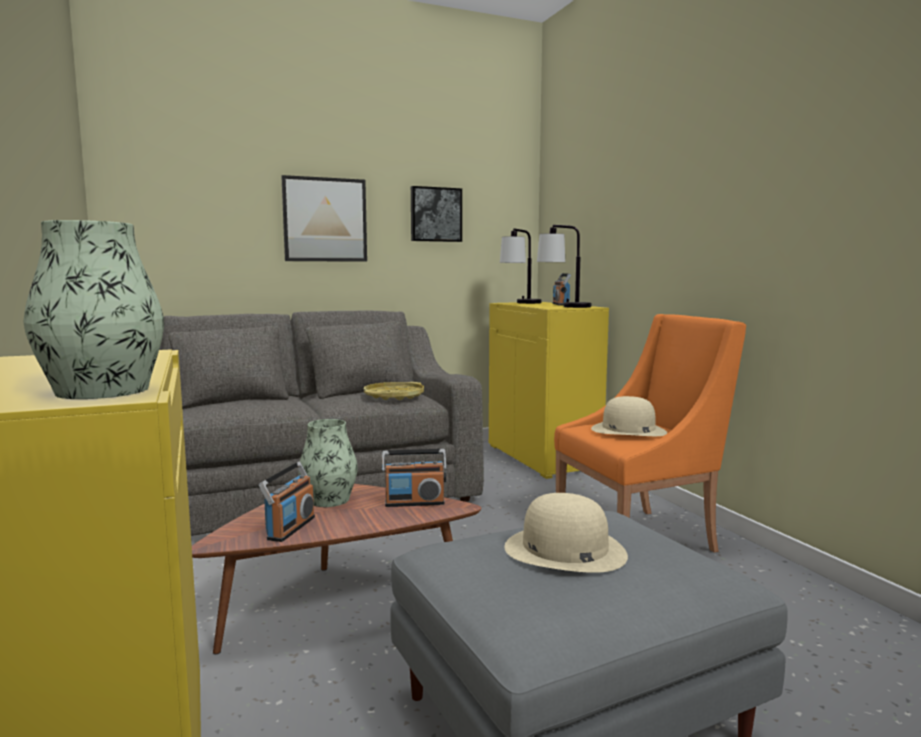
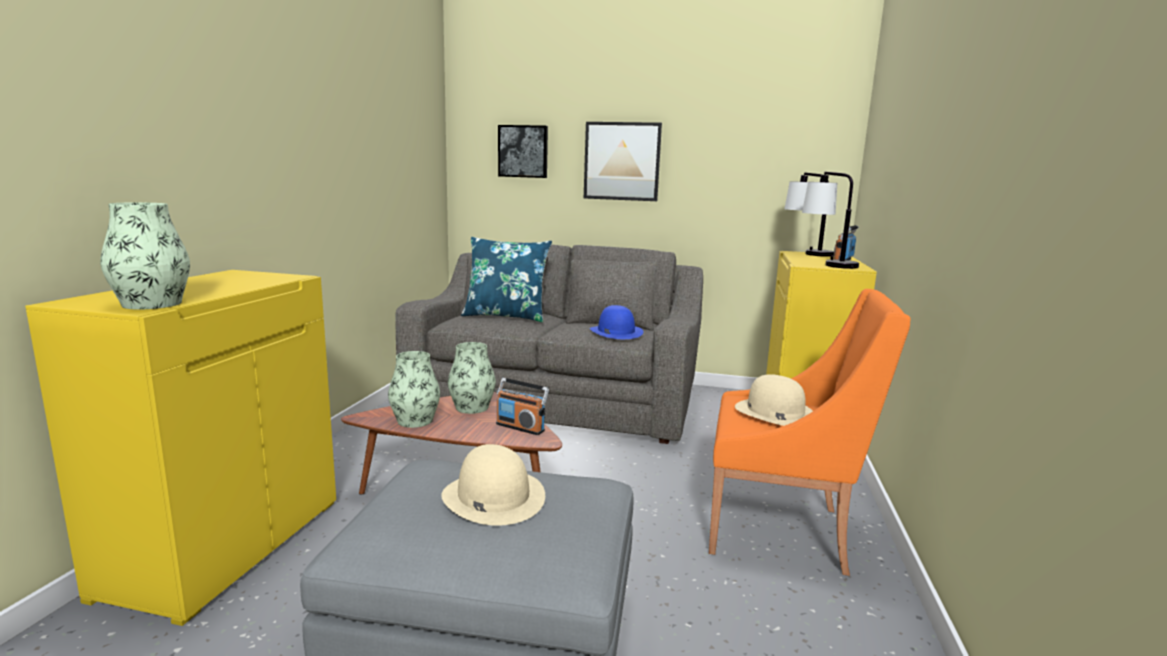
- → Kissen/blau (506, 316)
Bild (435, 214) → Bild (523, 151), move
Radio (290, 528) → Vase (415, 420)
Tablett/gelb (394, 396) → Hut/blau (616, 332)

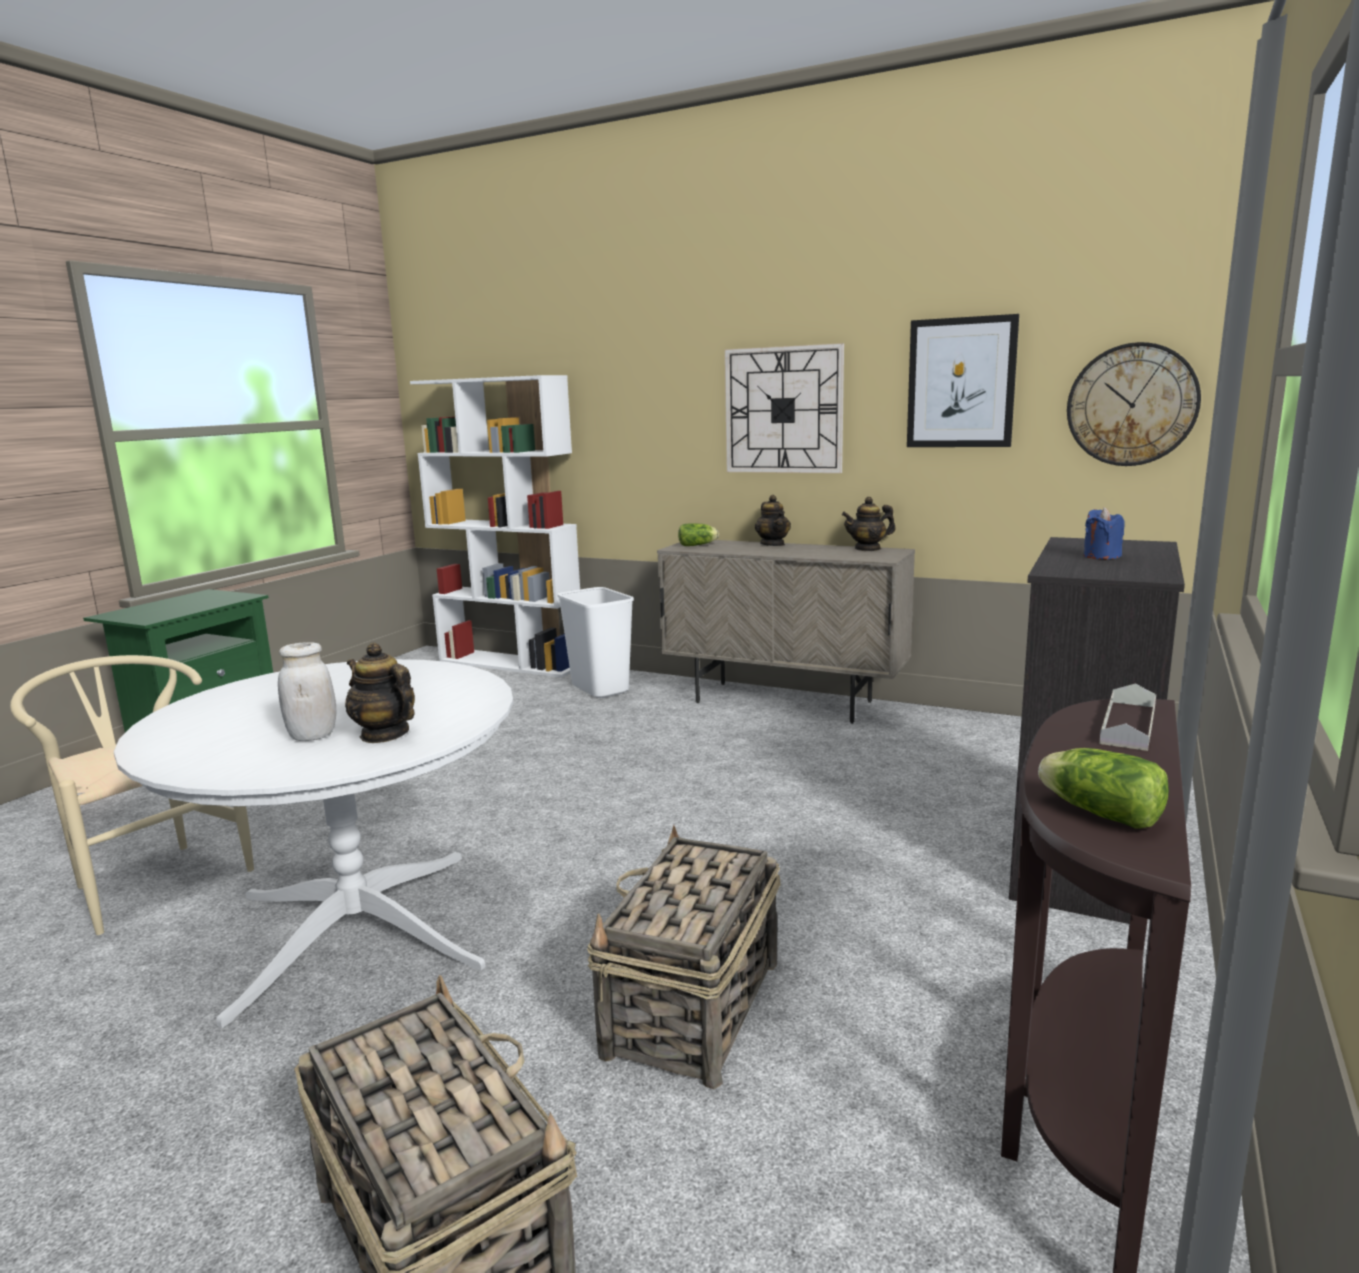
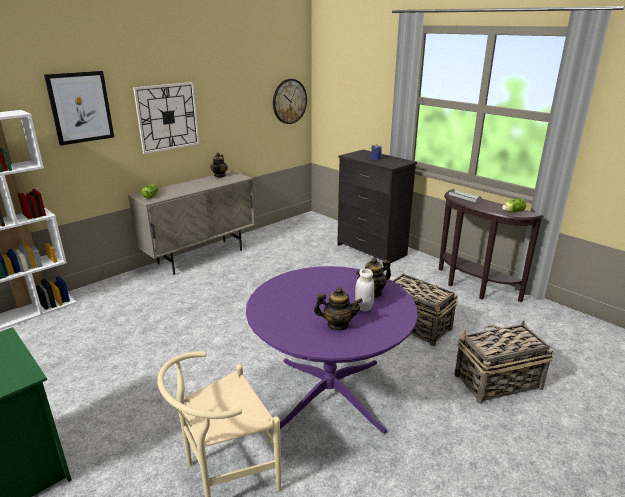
Mülleimer/weiß (601, 689) → -
Teekanne (773, 544) → Teekanne (337, 325), move
Bild (961, 383) → Bild (80, 107), move
Esstisch/weiß (357, 929) → Esstisch/lila (329, 393)

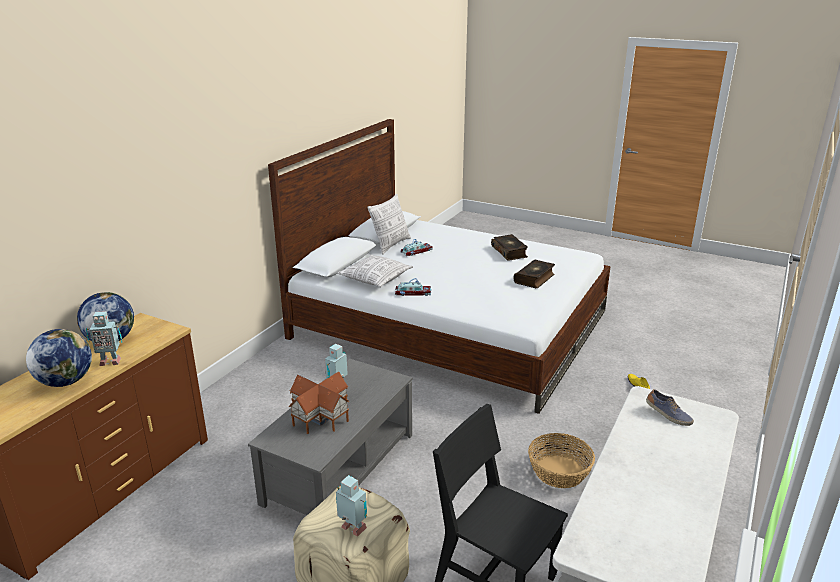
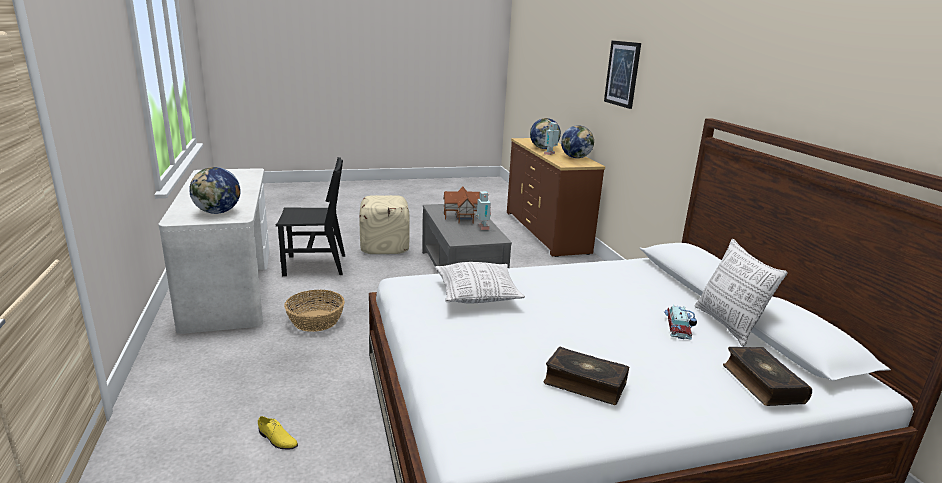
Spielzeugroboter (353, 530) → -
Spielzeugauto (412, 292) → -
- → Bild (622, 73)
Kissen (376, 279) → Kissen (477, 294), move
Buch (534, 279) → Buch (761, 384), move
Schuh (668, 415) → Globus (218, 212)

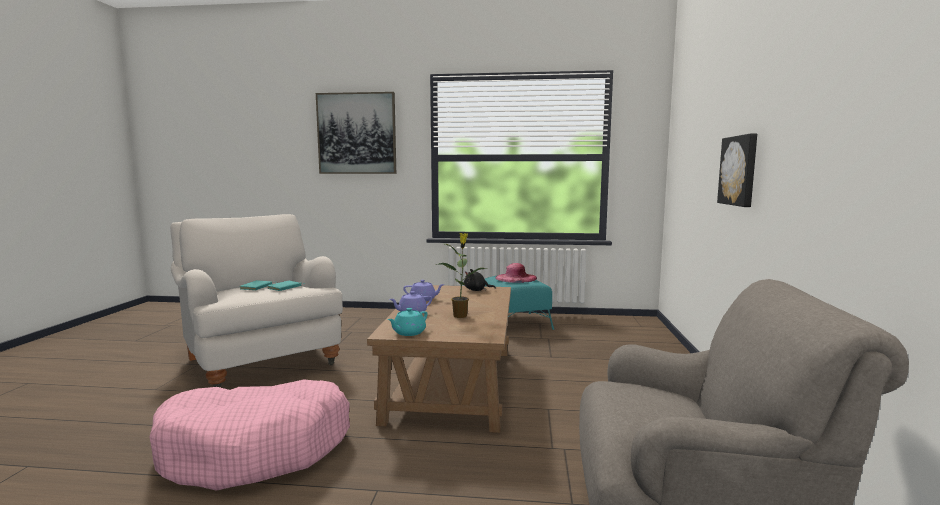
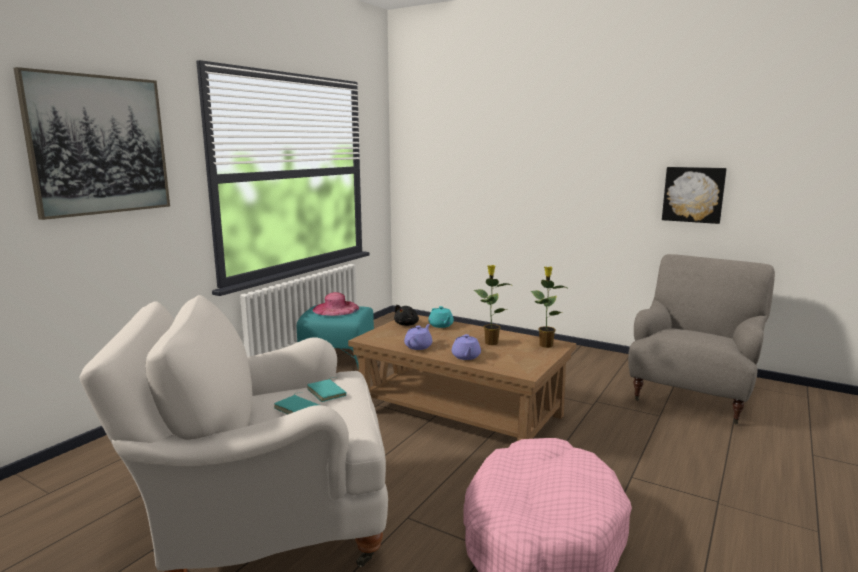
- → Topfpflanze (545, 345)
Teekanne/türkis (408, 333) → Teekanne/türkis (441, 325), move
Bild (739, 170) → Bild (693, 194), move

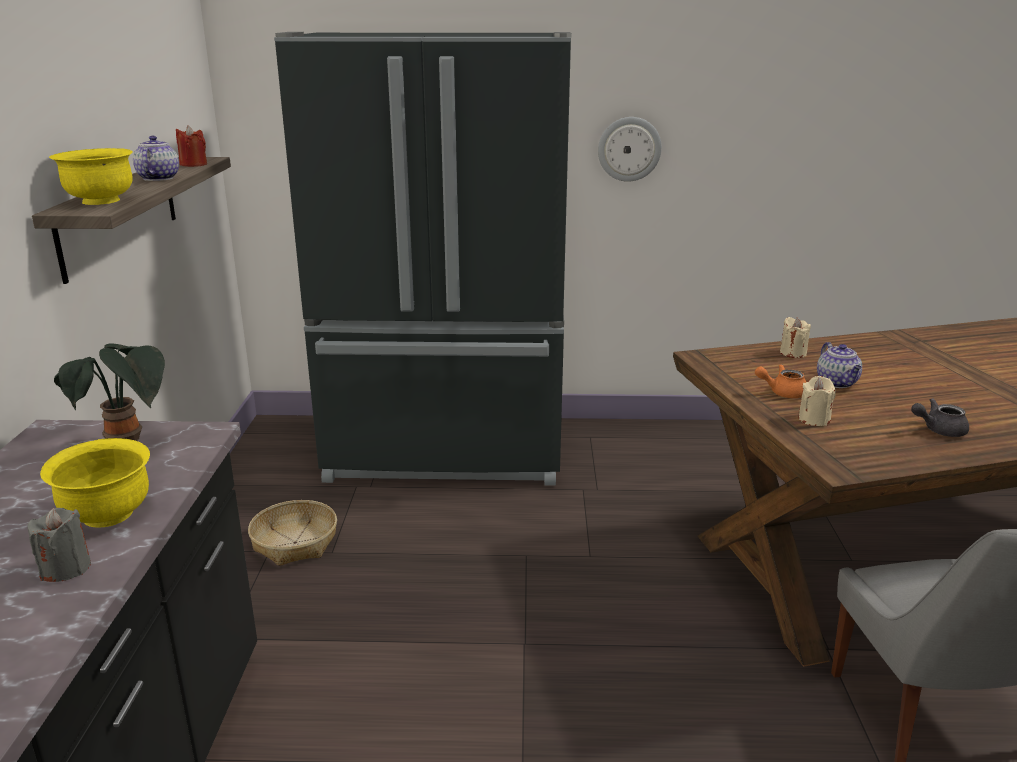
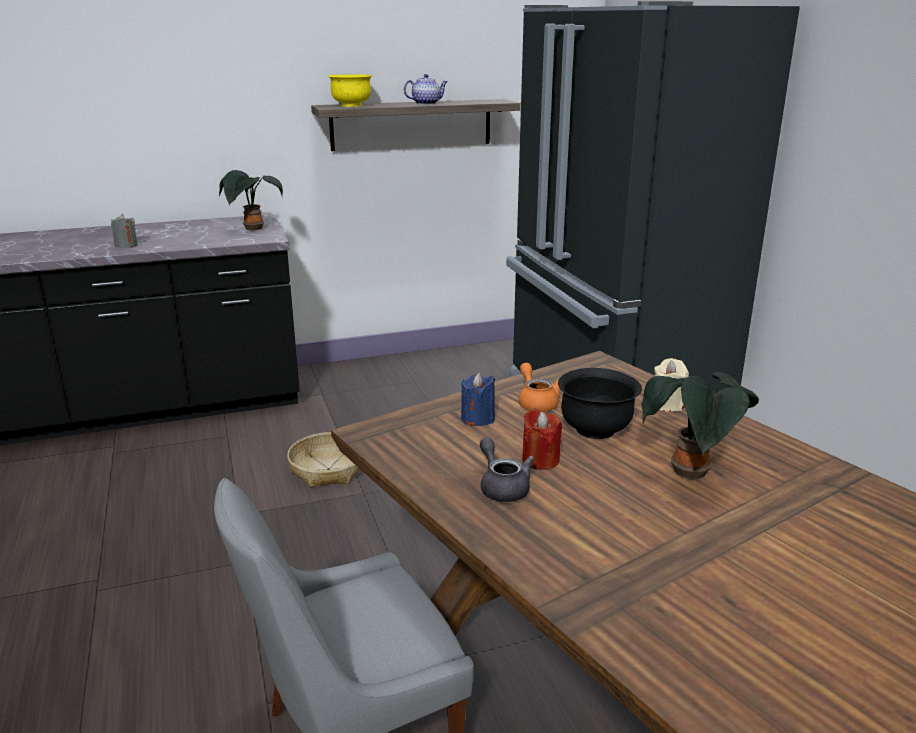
Schüssel/gelb (107, 515) → -
Wanduhr (629, 149) → -
- → Topfpflanze (690, 475)
Kerze/rot (193, 164) → Kerze/rot (540, 460), move
Korb (295, 542) → Korb (329, 469), move
Teekanne (837, 383) → Schüssel/schwarz (596, 430)
Kerze/beige (814, 419) → Kerze/blau (477, 419)

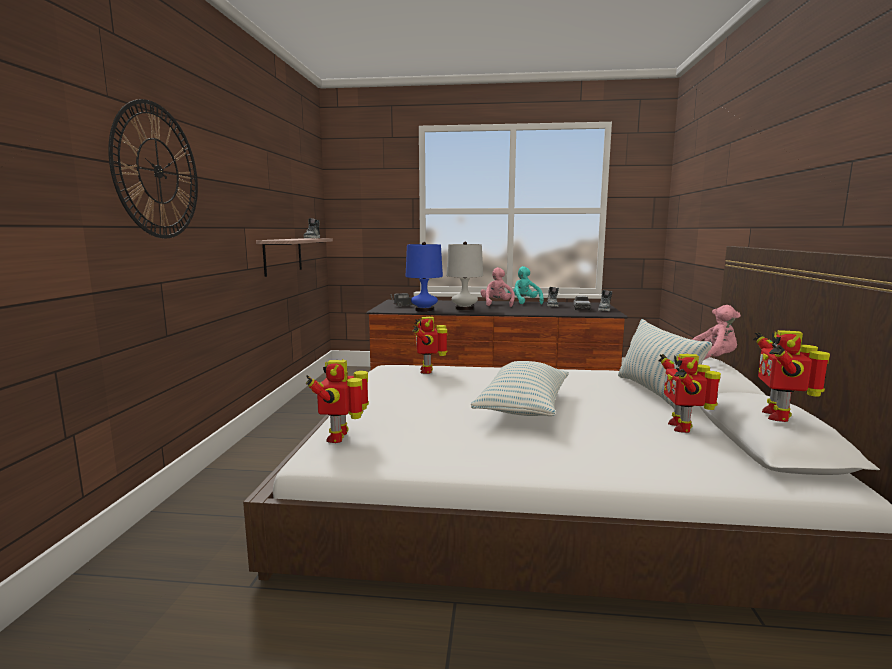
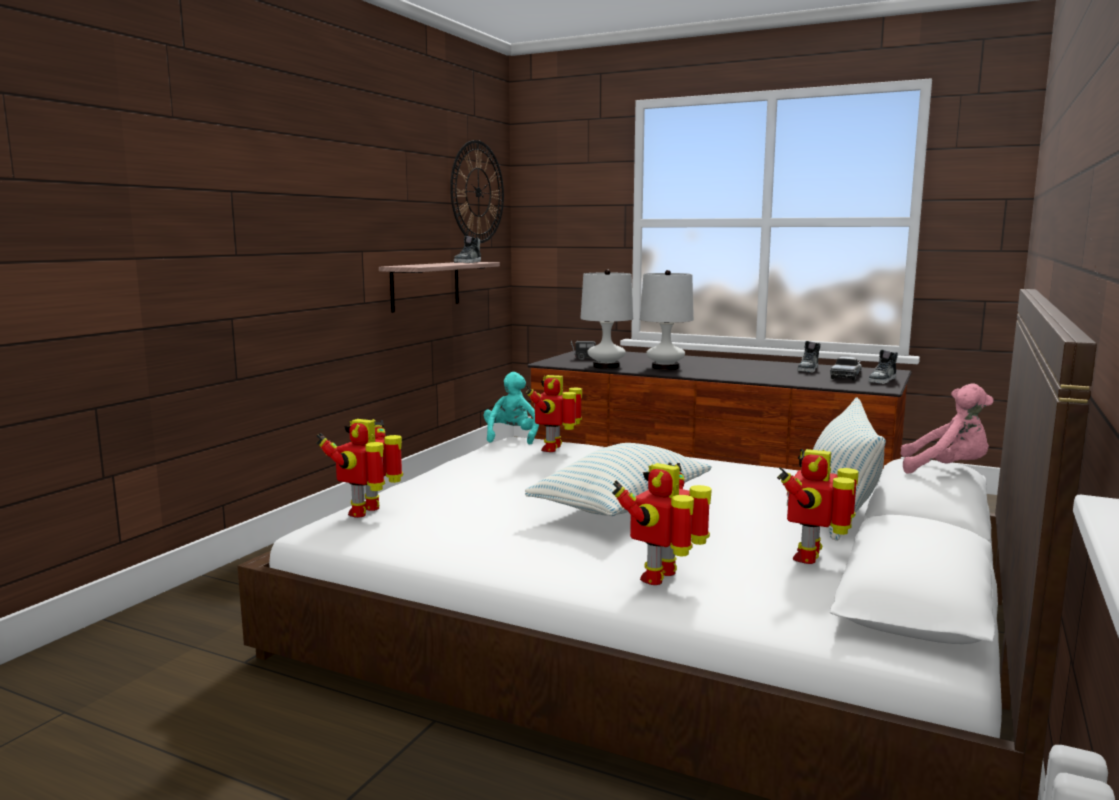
Plüschtier/rosa (497, 304) → -
Wanduhr (158, 171) → Wanduhr (478, 192), move
Plüschtier/türkis (524, 302) → Plüschtier/türkis (511, 437), move
Spielzeugroboter (778, 416) → Spielzeugroboter (663, 577), move
Tischlampe/blau (424, 310) → Tischlampe/weiß (606, 366)

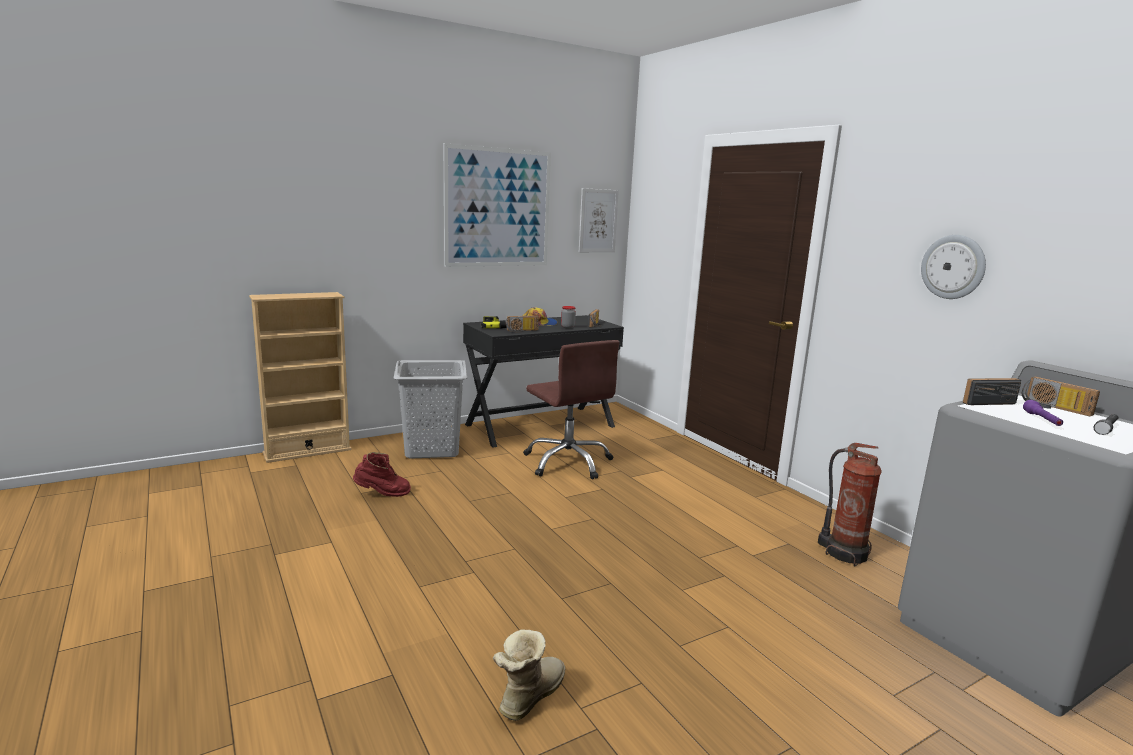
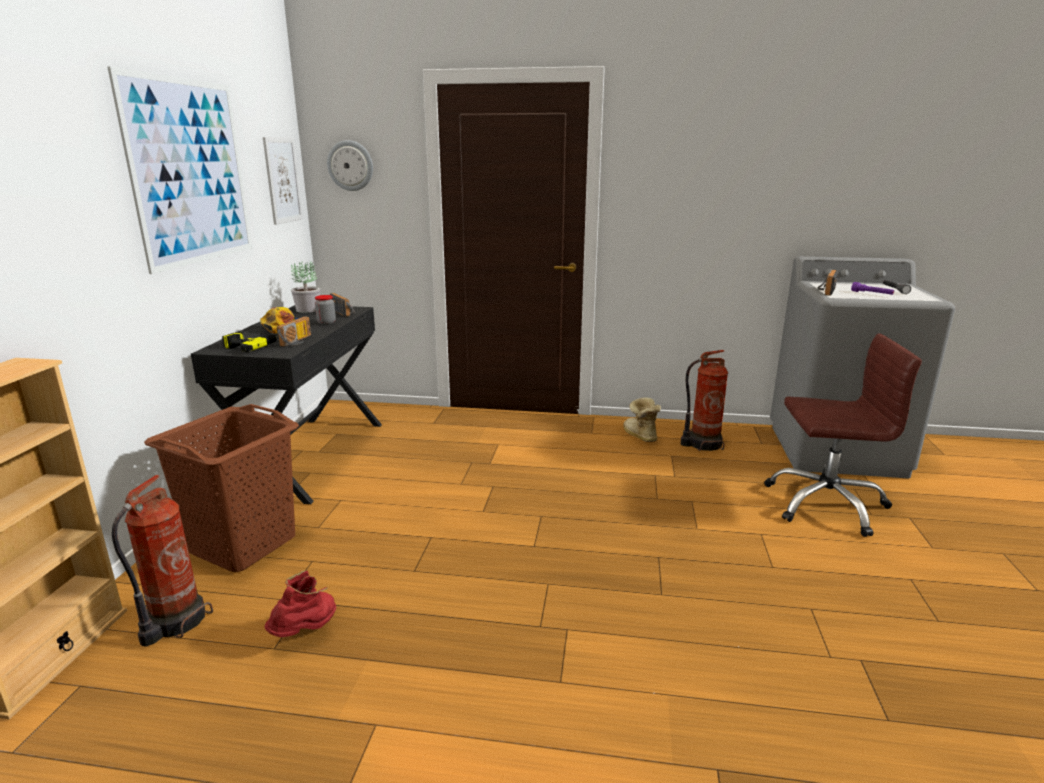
Radio (1053, 408) → -
- → Feuerlöscher (173, 622)
- → Topfpflanze (308, 310)
Stiefel (528, 695) → Stiefel (639, 436), move
Bürostuhl/braun (568, 462) → Bürostuhl/braun (825, 504), move
Wanduhr (953, 267) → Wanduhr (350, 165), move
Wäschekorb/grau (432, 449) → Wäschekorb/braun (244, 545)

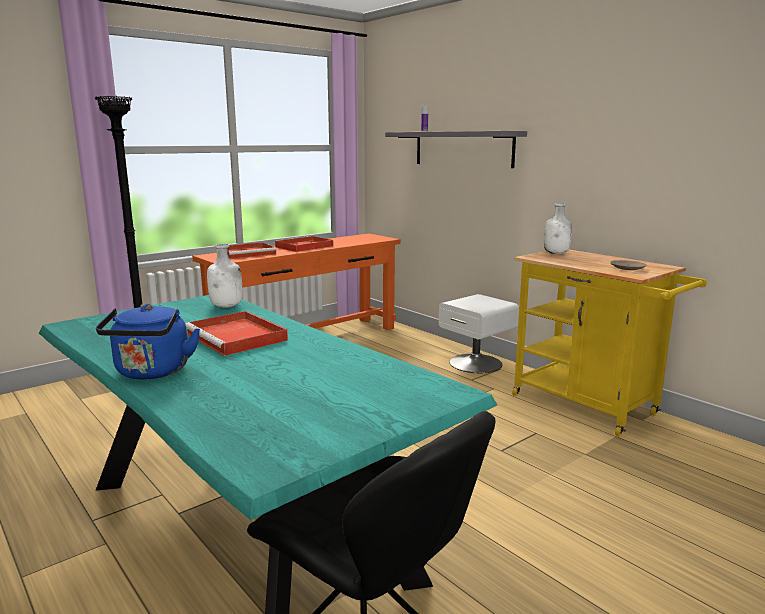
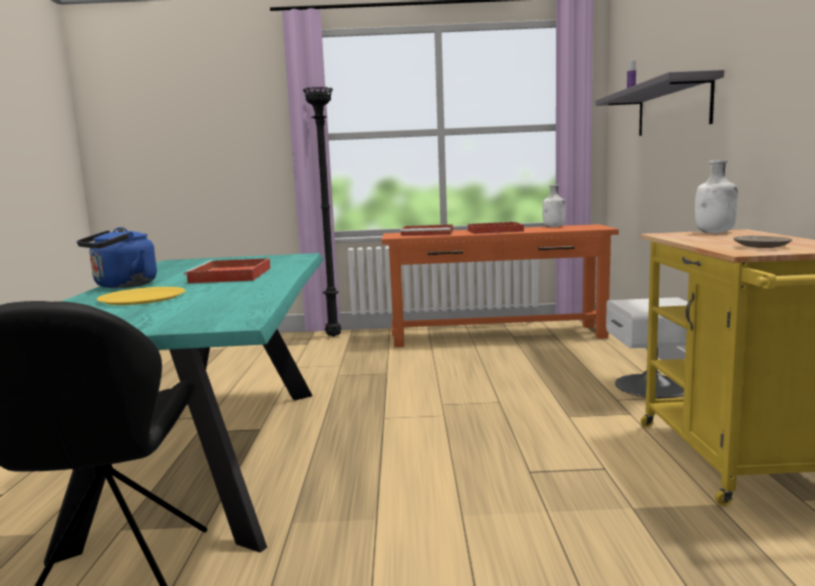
- → Teller/gelb (142, 298)
Flasche/weiß (227, 306) → Flasche/weiß (554, 227), move

